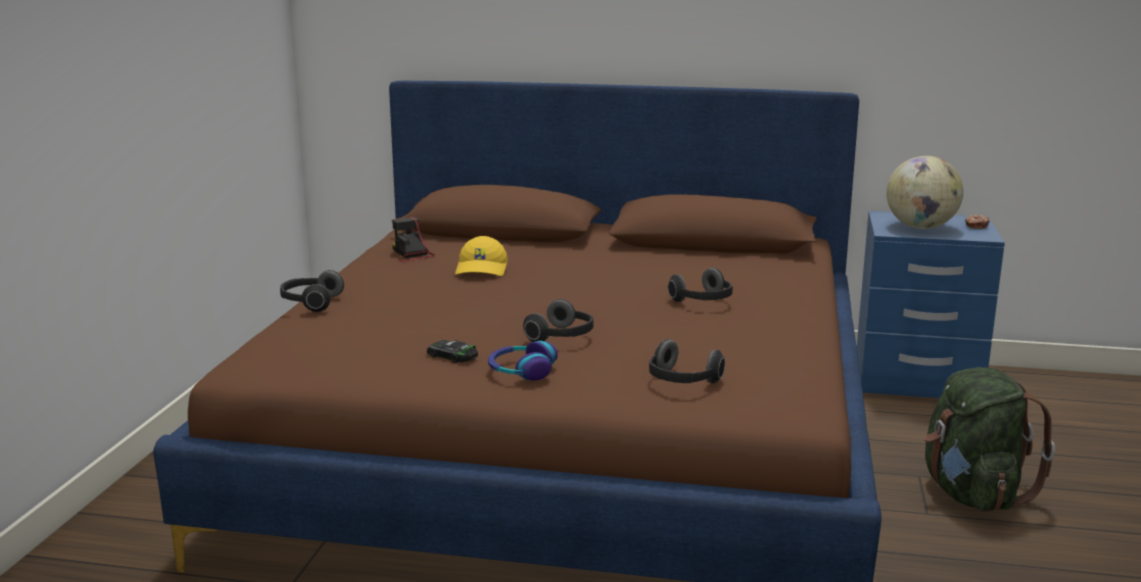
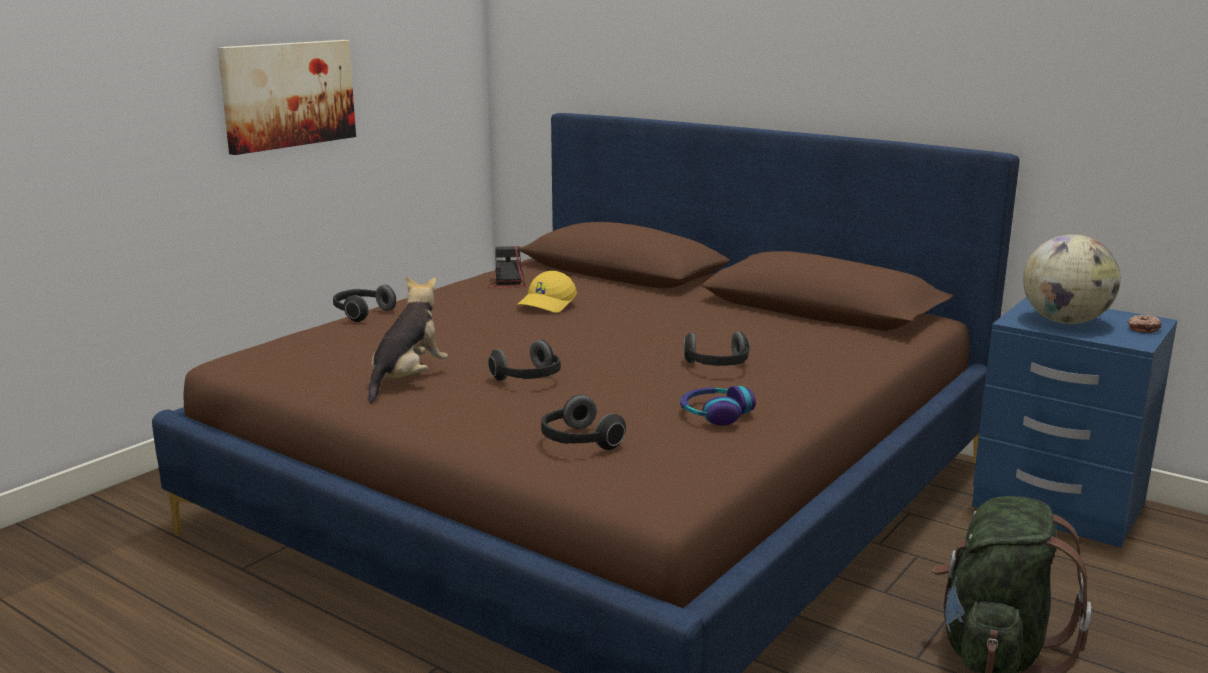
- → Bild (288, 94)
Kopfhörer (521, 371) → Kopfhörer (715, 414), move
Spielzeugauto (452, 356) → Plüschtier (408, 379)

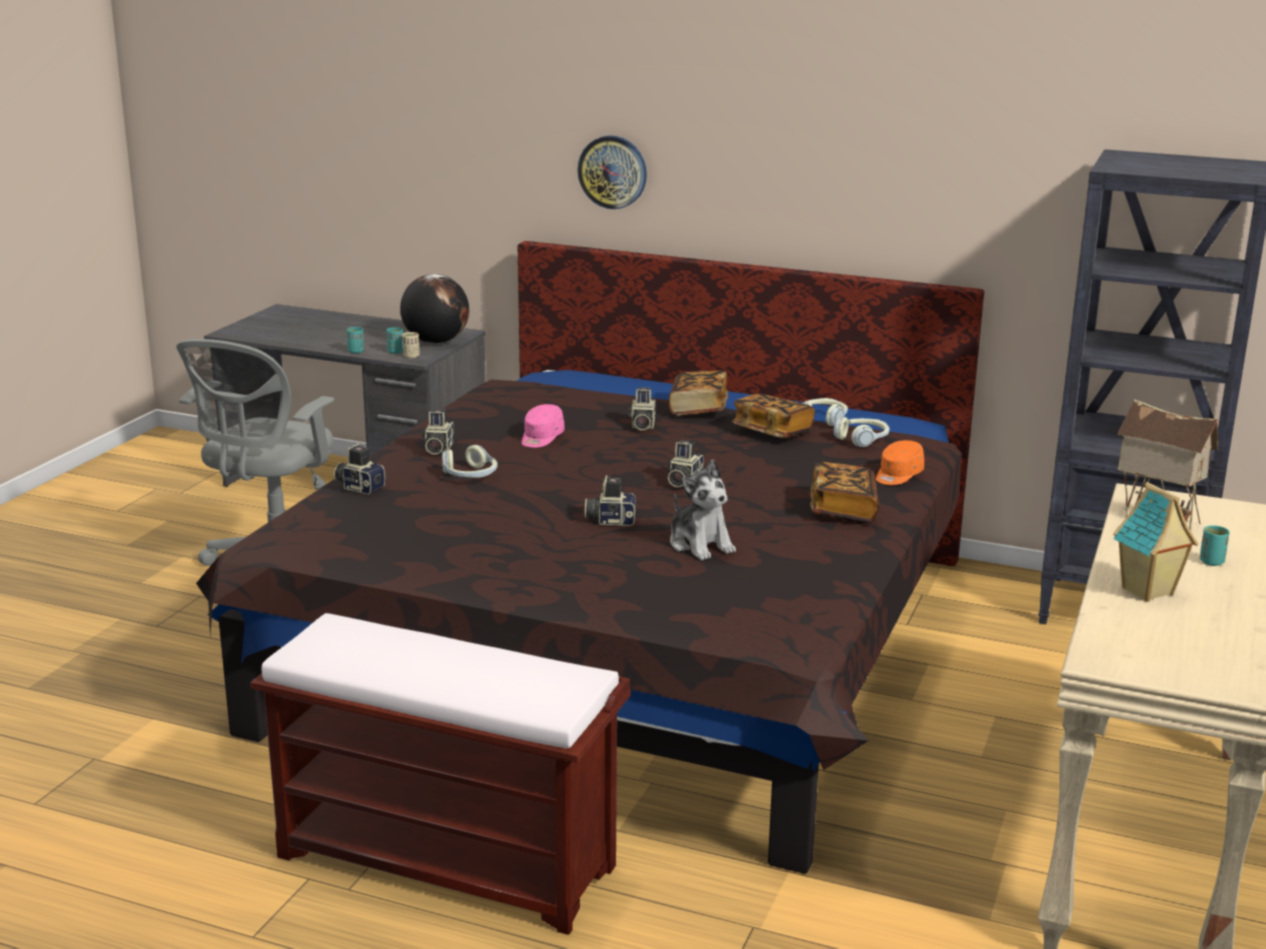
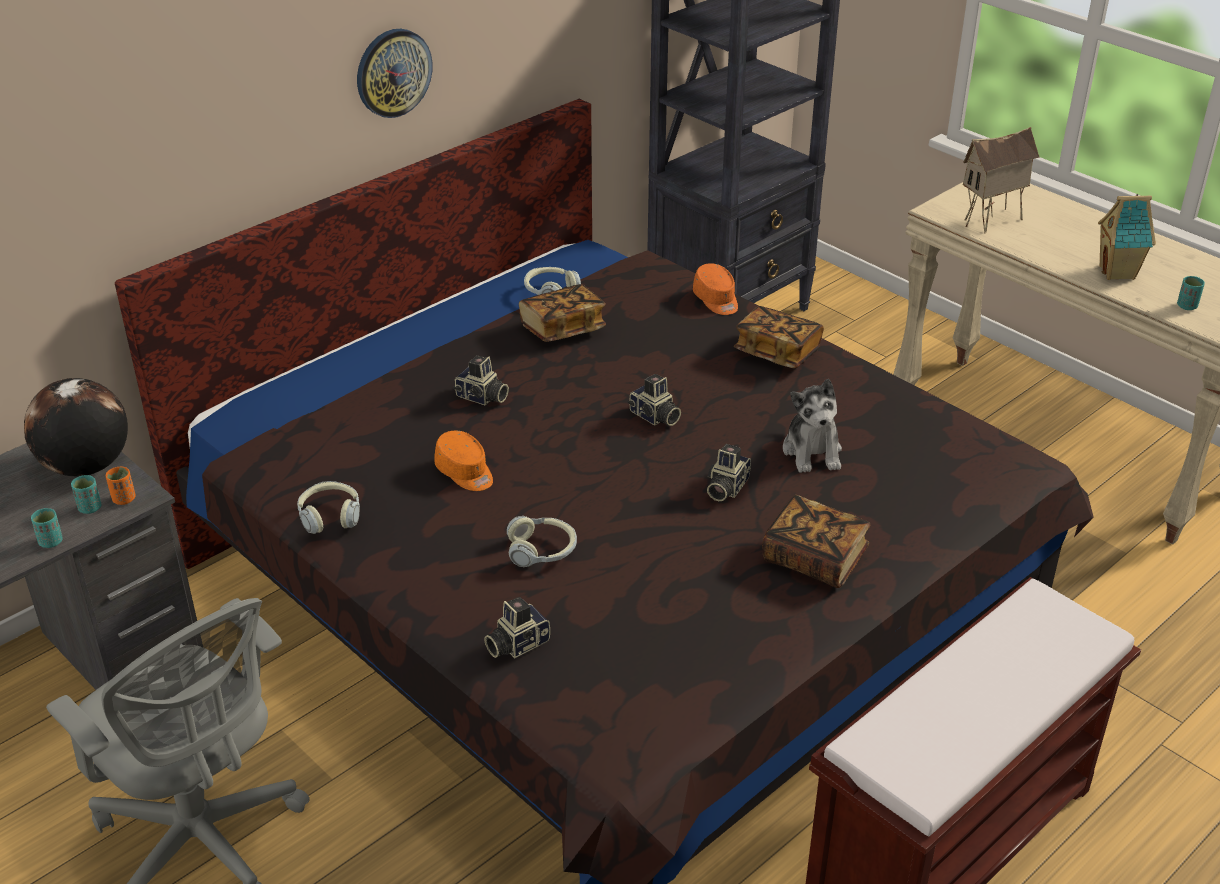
Kamera (437, 449) → -
Wanduhr (613, 172) → Wanduhr (393, 72), move
Buch (698, 409) → Buch (814, 559), move
Kopfhörer (862, 439) → Kopfhörer (330, 515), move
Tasse/türkis (1211, 562) → Tasse/türkis (1187, 306), move
Tasse/beige (411, 356) → Tasse/orange (124, 499)
Kappe/rosa (541, 438) → Kappe/orange (465, 472)
Plüschtier (700, 545) → Plüschtier (812, 451), 90 degrees clockwise

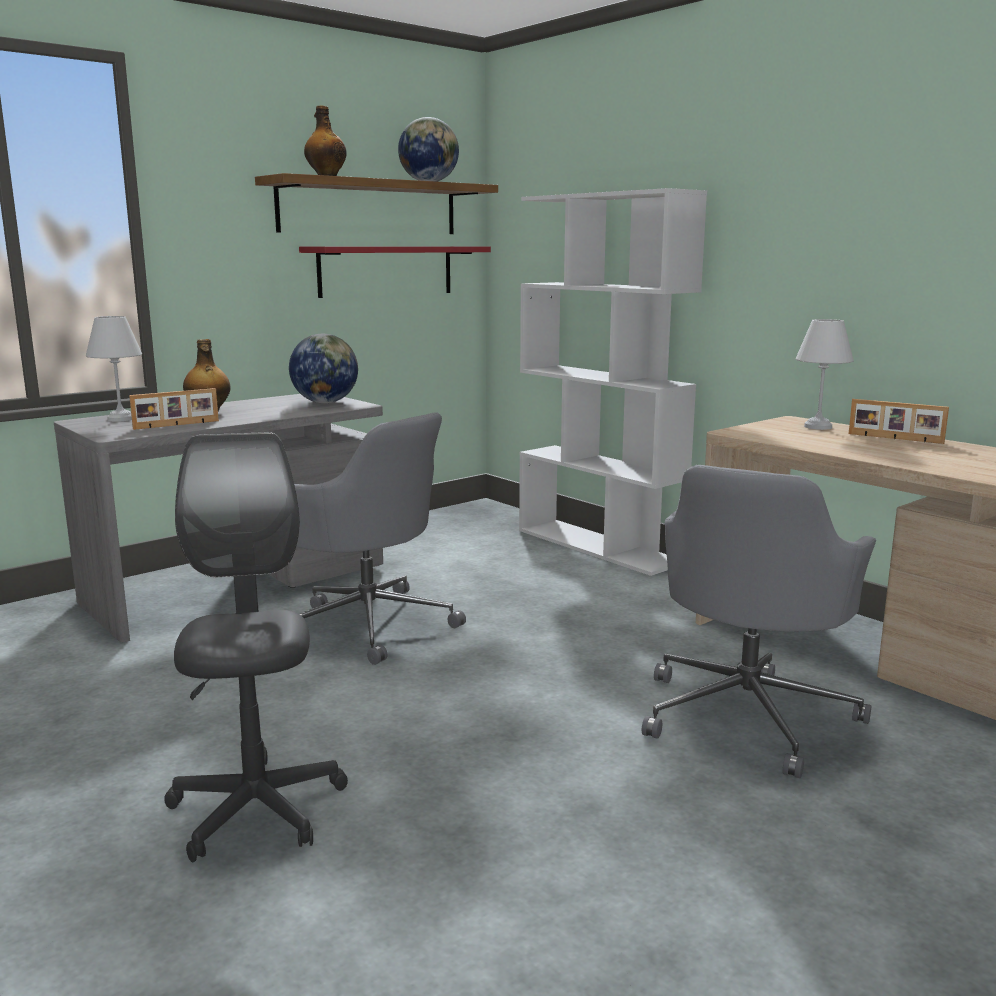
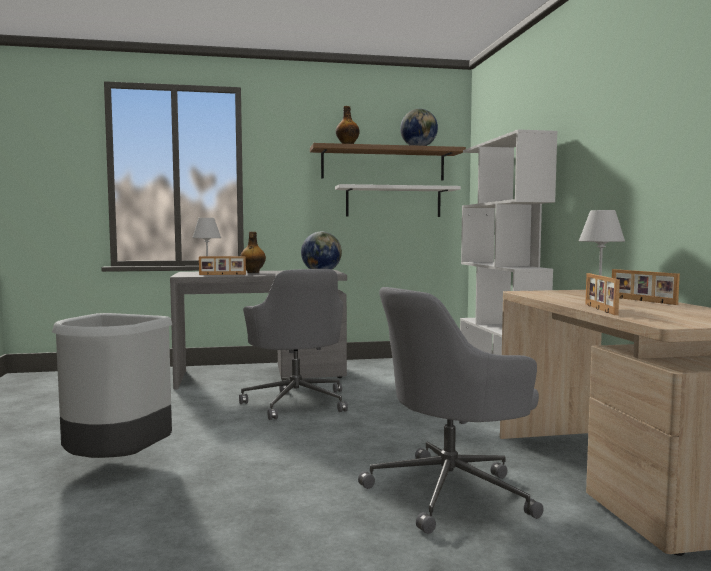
- → Bilderrahmen (599, 309)
Bürostuhl/grau (256, 809) → Mülleimer/grau (115, 465)
Wandregal/rot (386, 271) → Wandregal/weiß (393, 202)

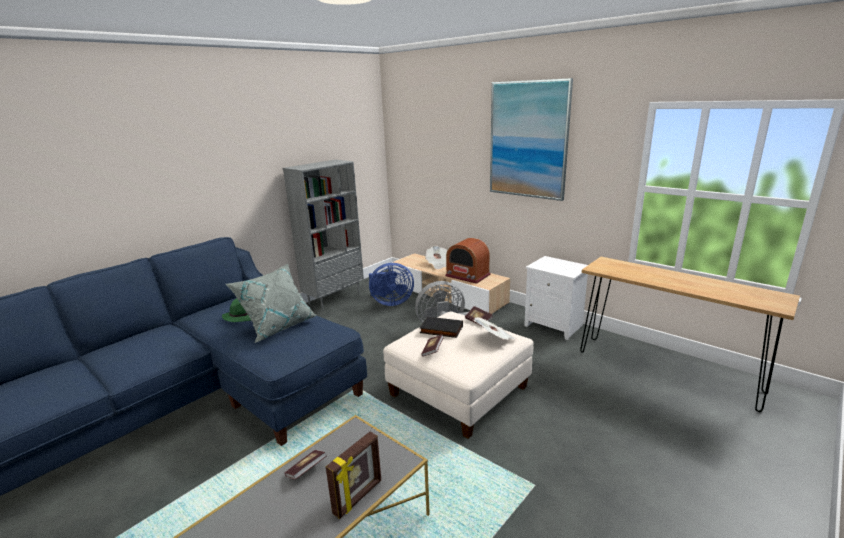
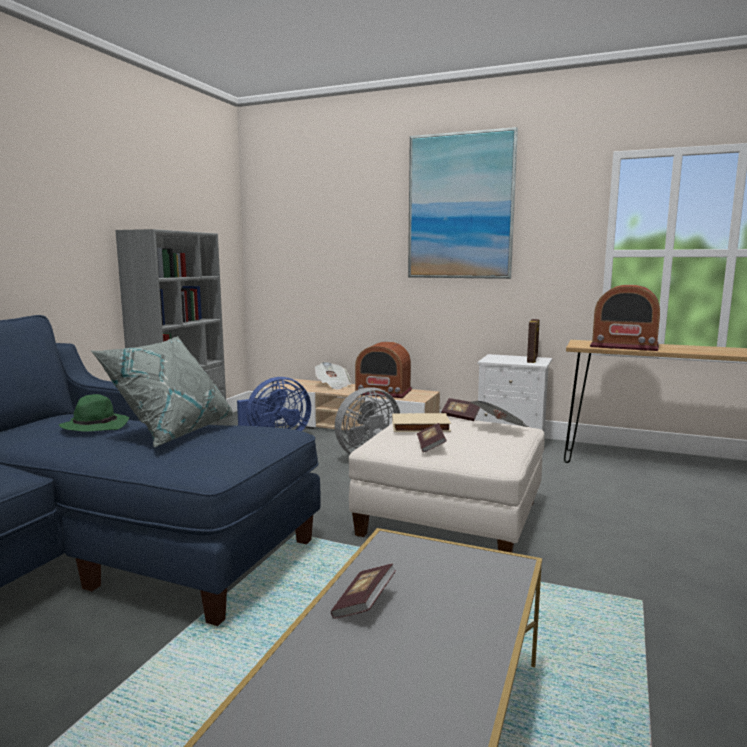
- → Radio (624, 346)
Bilderrahmen (358, 497) → Bilderrahmen (532, 360), move
Buch/schwarz (441, 330) → Buch/beige (420, 427)

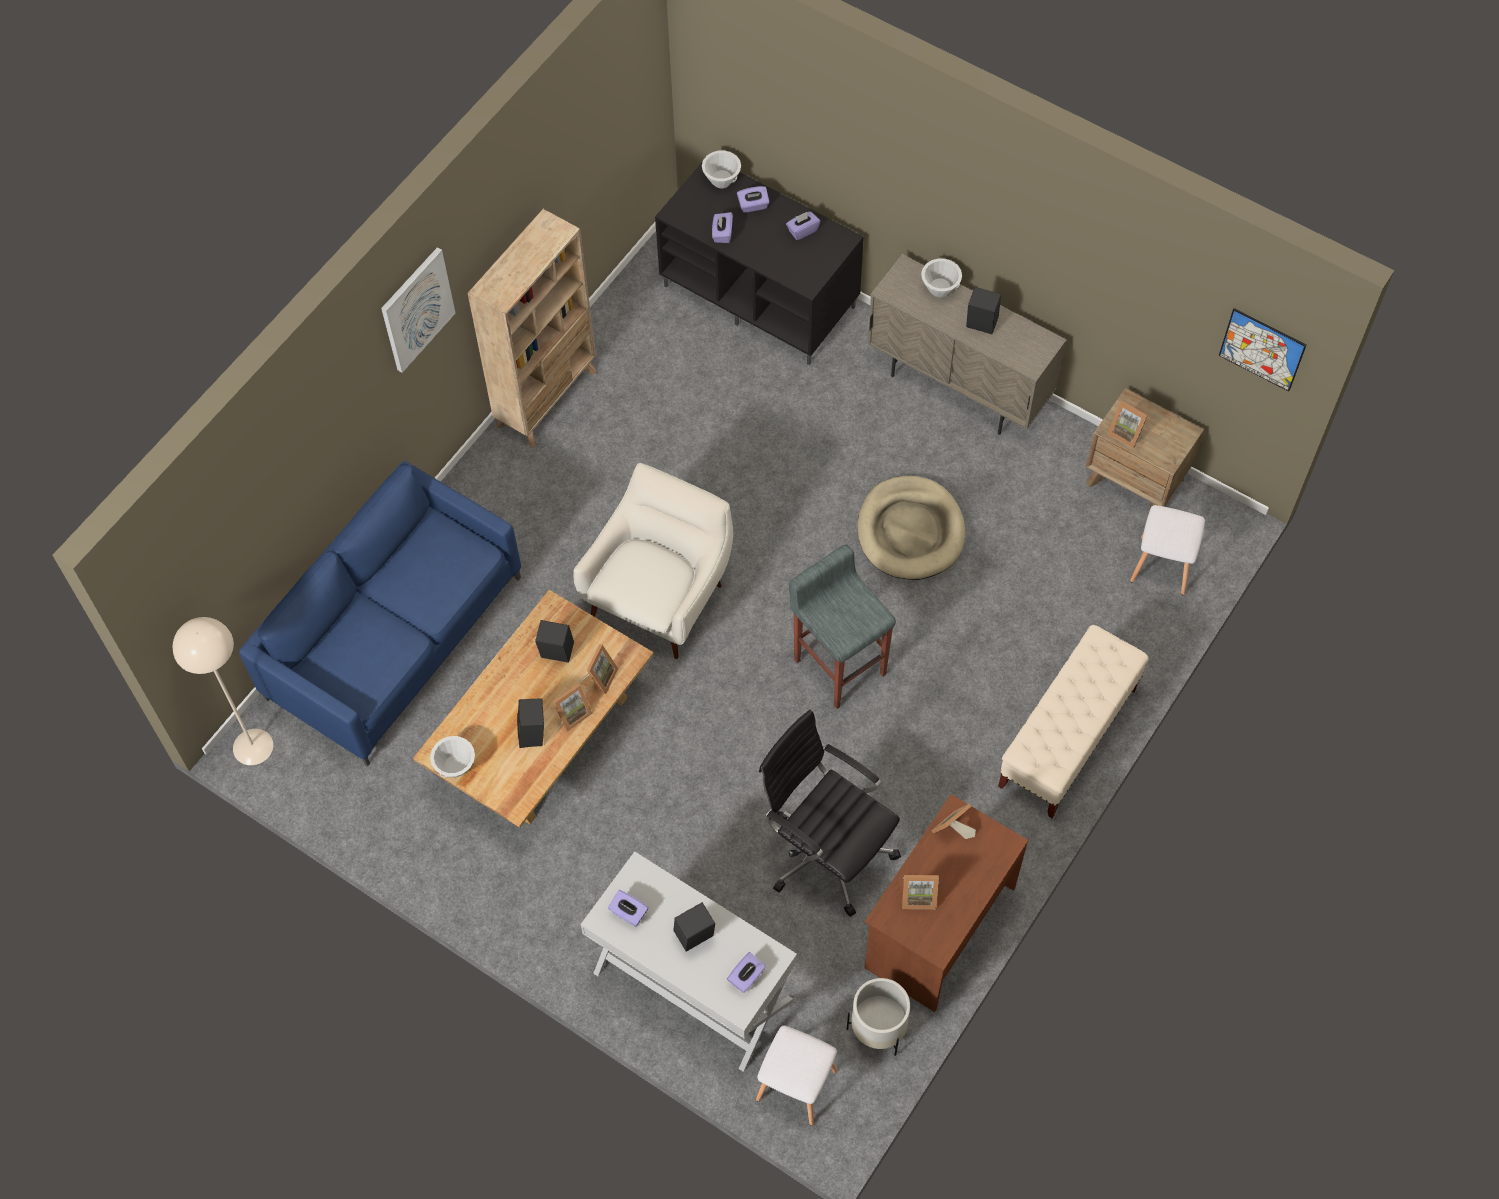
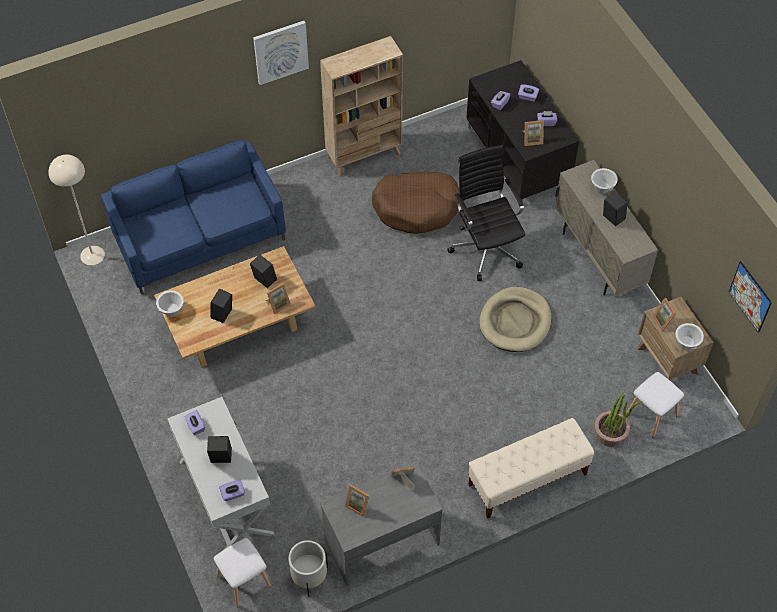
Sessel/weiß (659, 596) → -
Hocker/grau (839, 665) → -
- → Hundebett/braun (417, 207)
- → Topfpflanze (610, 433)
Bilderrahmen (571, 713) → Bilderrahmen (532, 139), move
Schüssel/weiß (721, 181) → Schüssel/weiß (686, 344), move
Bürostuhl/schwarz (827, 851) → Bürostuhl/schwarz (486, 247), move
Schreibtisch/braun (938, 927) → Schreibtisch/grau (381, 541)

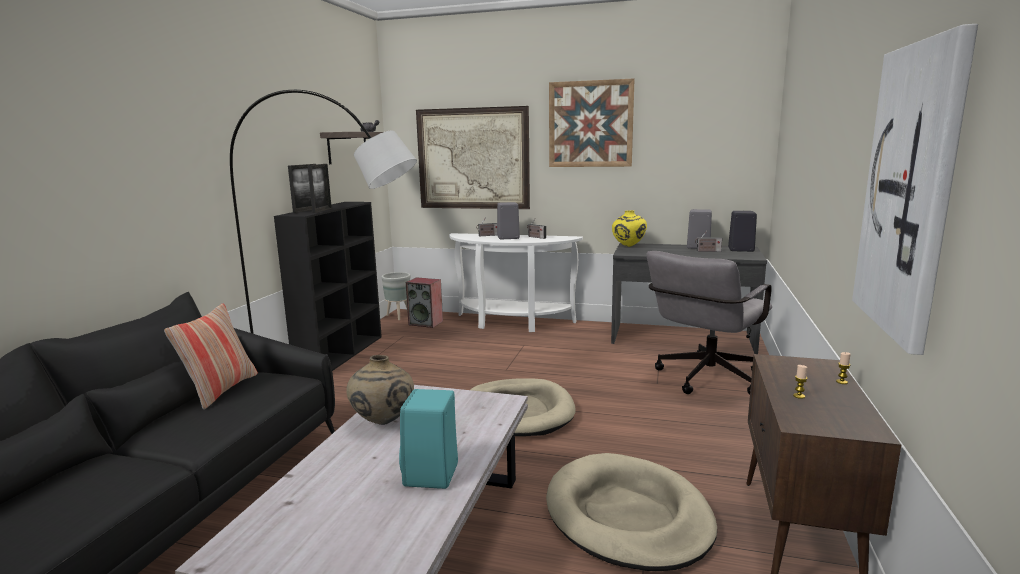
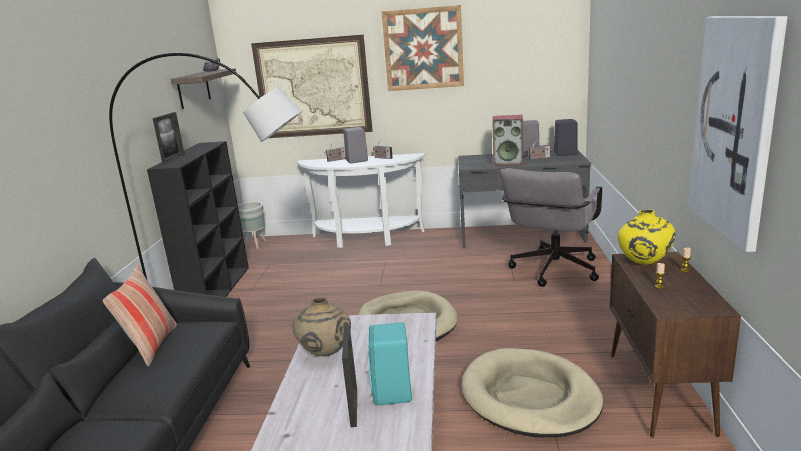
Bilderrahmen (322, 210) → Bilderrahmen (354, 407), move
Lautsprecher (426, 323) → Lautsprecher (508, 162), move
Vase/gelb (628, 246) → Vase/gelb (643, 264), move

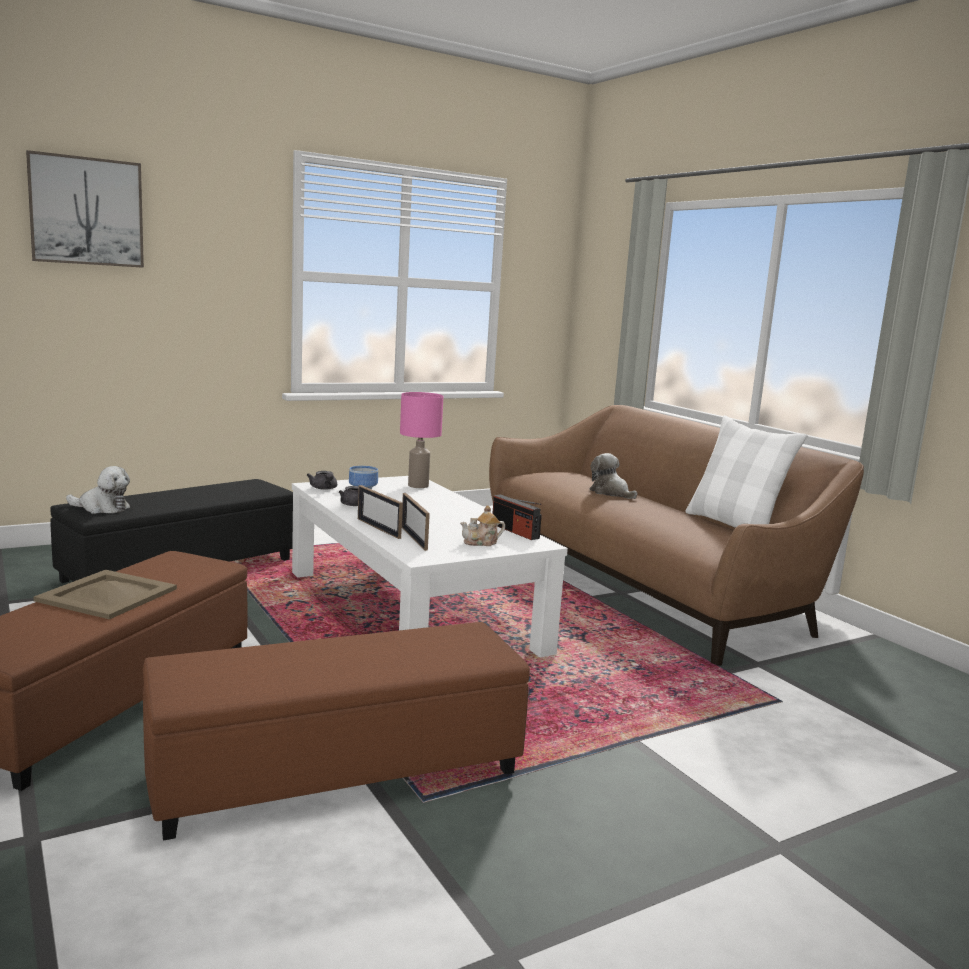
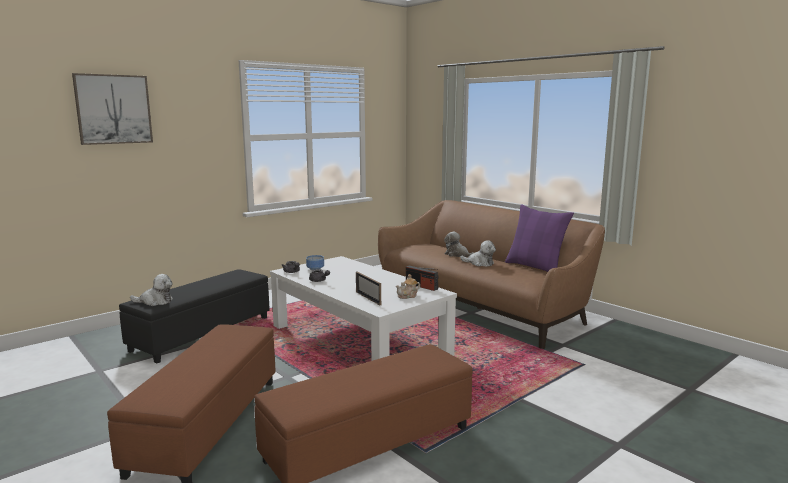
Tablett/beige (107, 595) → -
Bilderrahmen (378, 528) → -
Tischlampe/rosa (417, 485) → -
- → Plüschtier (479, 263)
Kissen/weiß (734, 525) → Kissen/lila (535, 267)

